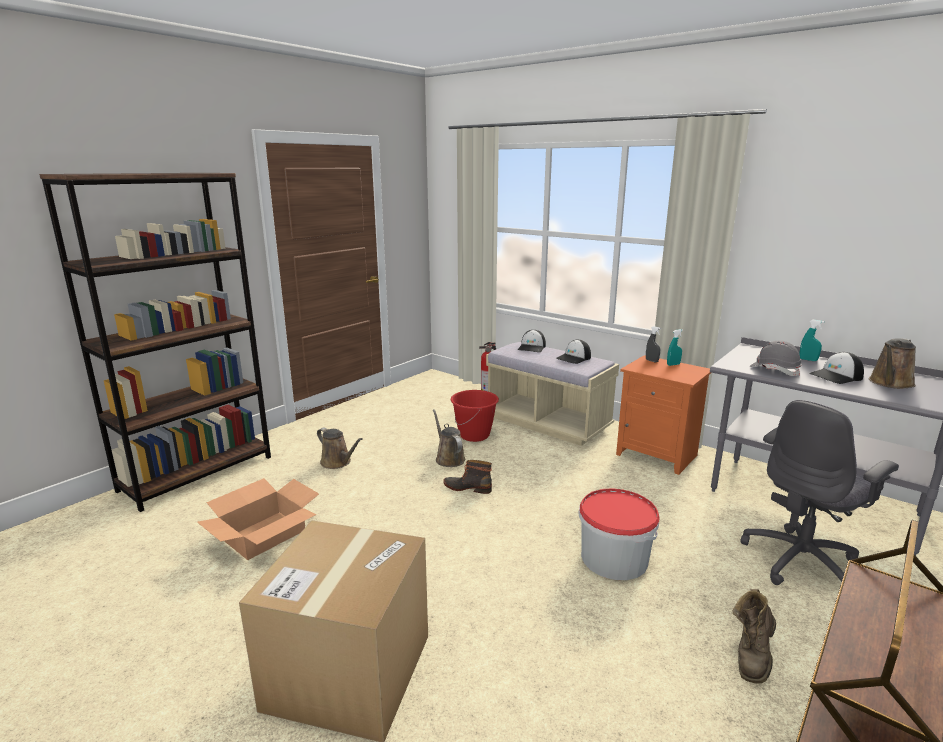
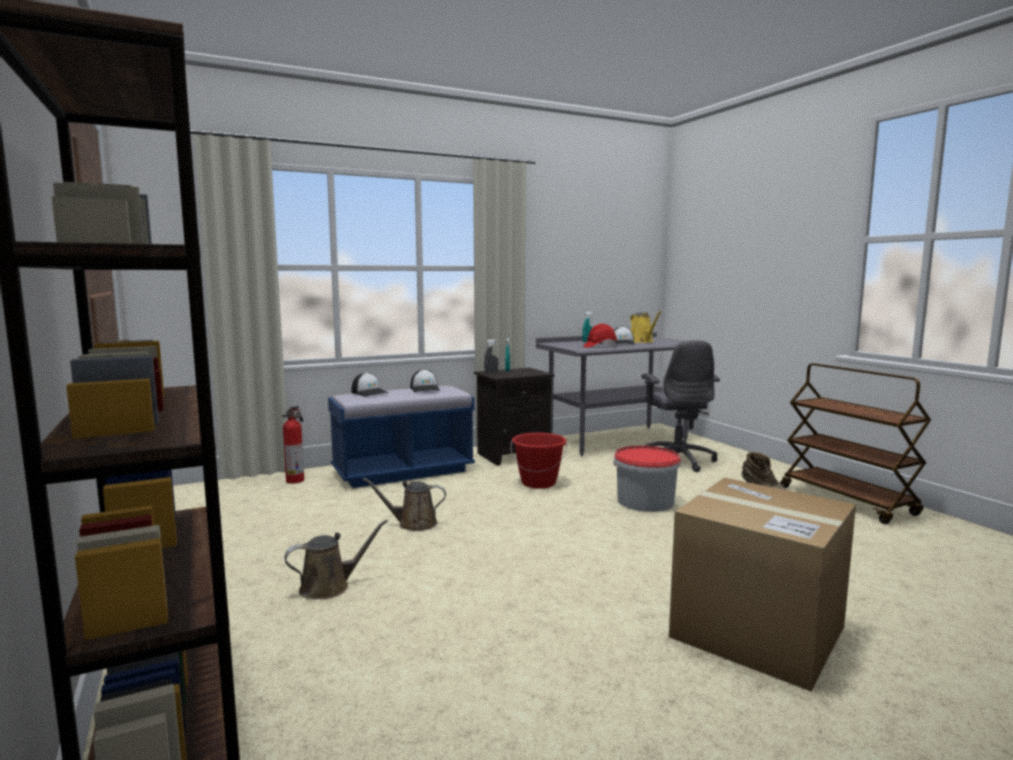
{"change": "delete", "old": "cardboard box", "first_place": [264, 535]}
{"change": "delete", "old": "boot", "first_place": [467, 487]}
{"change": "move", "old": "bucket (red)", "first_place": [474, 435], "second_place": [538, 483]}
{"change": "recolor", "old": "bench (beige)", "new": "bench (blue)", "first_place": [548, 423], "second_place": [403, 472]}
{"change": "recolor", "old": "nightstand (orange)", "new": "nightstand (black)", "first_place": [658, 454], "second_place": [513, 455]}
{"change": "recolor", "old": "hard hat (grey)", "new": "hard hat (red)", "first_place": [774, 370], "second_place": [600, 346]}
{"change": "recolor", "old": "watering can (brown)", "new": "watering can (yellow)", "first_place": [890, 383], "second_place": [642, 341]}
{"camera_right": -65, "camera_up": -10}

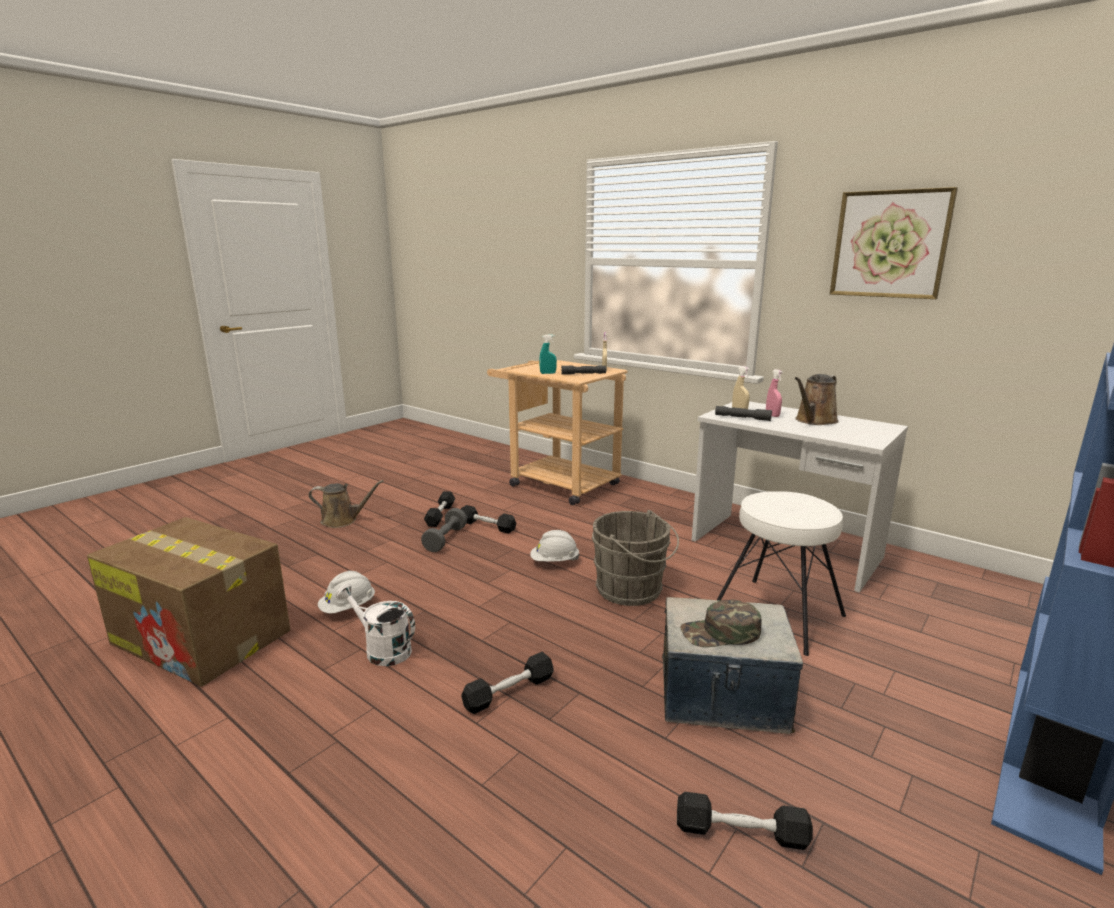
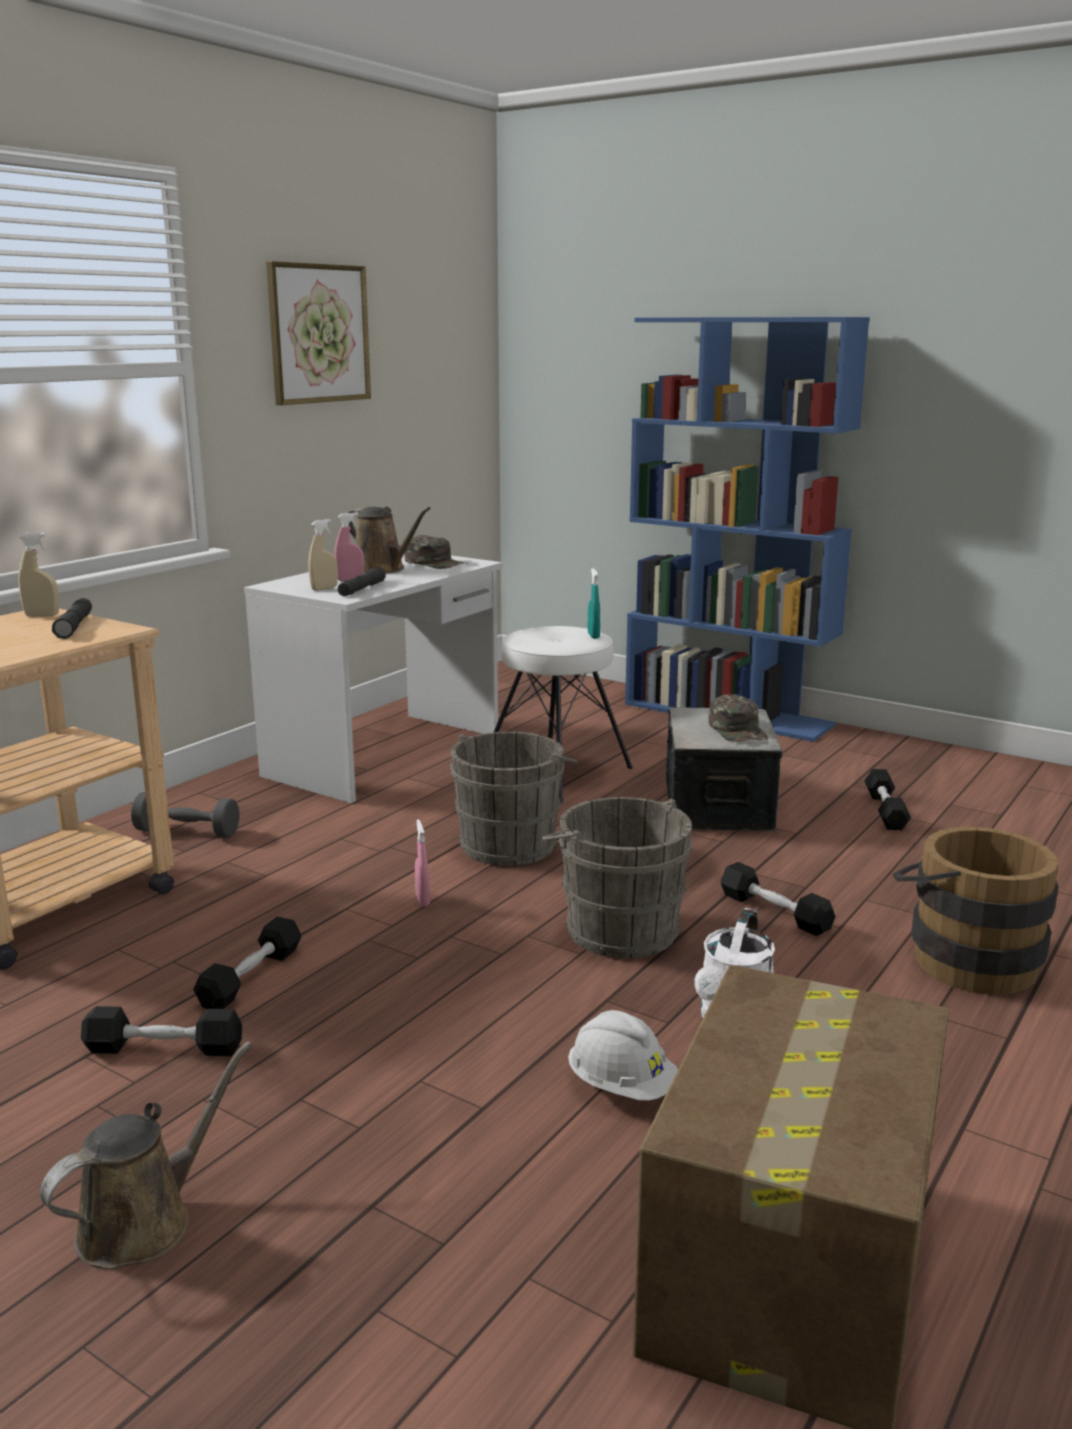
{"change": "rotate", "old": "watering can (brown)", "first_place": [342, 520], "second_place": [144, 1222], "degrees": 45}
{"change": "move", "old": "dumbbell (grey)", "first_place": [445, 539], "second_place": [187, 832]}
{"change": "replace", "old": "hard hat (white)", "new": "spray bottle (pink)", "first_place": [554, 562], "second_place": [422, 900]}
{"change": "move", "old": "spray bottle (turquoise)", "first_place": [548, 373], "second_place": [593, 636]}
{"change": "insert", "new": "cap (green)", "second_place": [436, 563]}
{"change": "insert", "new": "bucket (grey)", "second_place": [617, 928]}
{"change": "insert", "new": "bucket (brown)", "second_place": [964, 958]}
{"camera_right": -95, "camera_up": 0}

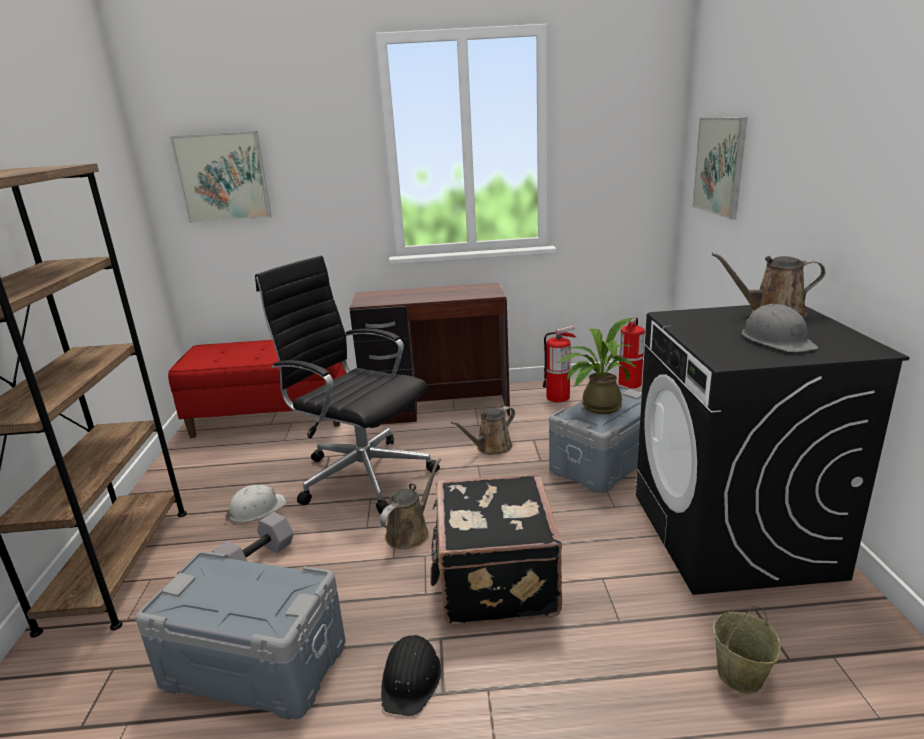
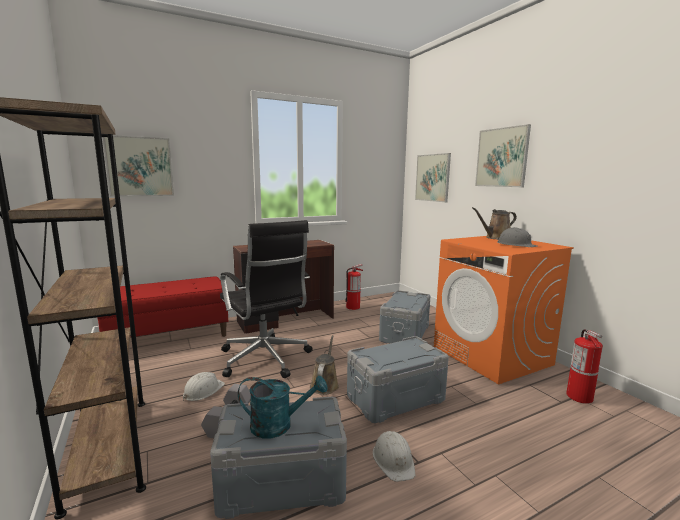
{"change": "rotate", "old": "office chair (black)", "first_place": [362, 474], "second_place": [265, 359], "degrees": -135}
{"change": "recolor", "old": "hard hat (black)", "new": "hard hat (white)", "first_place": [411, 679], "second_place": [394, 460]}
{"change": "replace", "old": "suitcase (black)", "new": "storage box (grey)", "first_place": [494, 580], "second_place": [396, 399]}
{"change": "delete", "old": "watering can (brown)", "first_place": [491, 448]}
{"change": "delete", "old": "potted plant", "first_place": [596, 407]}
{"change": "move", "old": "fire extinguisher", "first_place": [629, 384], "second_place": [579, 397]}
{"change": "recolor", "old": "washing machine (black)", "new": "washing machine (orange)", "first_place": [733, 534], "second_place": [492, 355]}
{"change": "delete", "old": "bucket (beige)", "first_place": [741, 676]}
{"change": "insert", "new": "watering can (turquoise)", "second_place": [279, 425]}
{"change": "insert", "new": "picture", "second_place": [501, 157]}
{"camera_right": -25, "camera_up": -10}

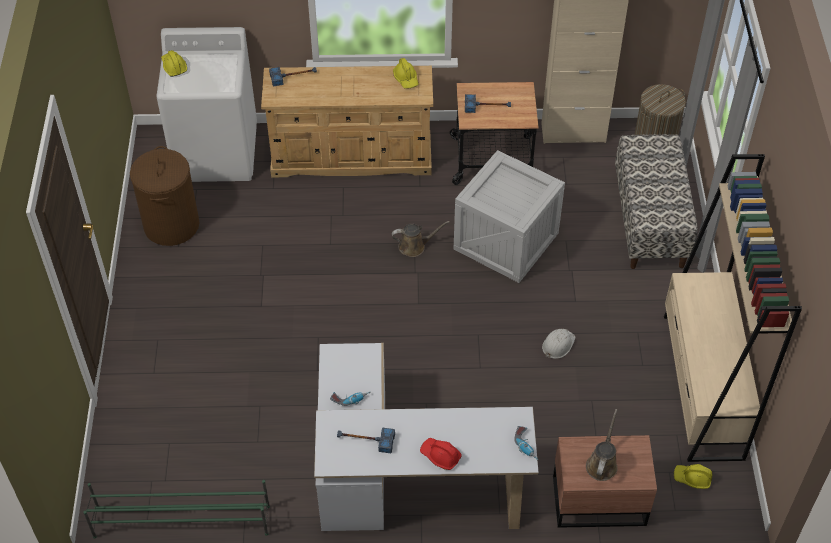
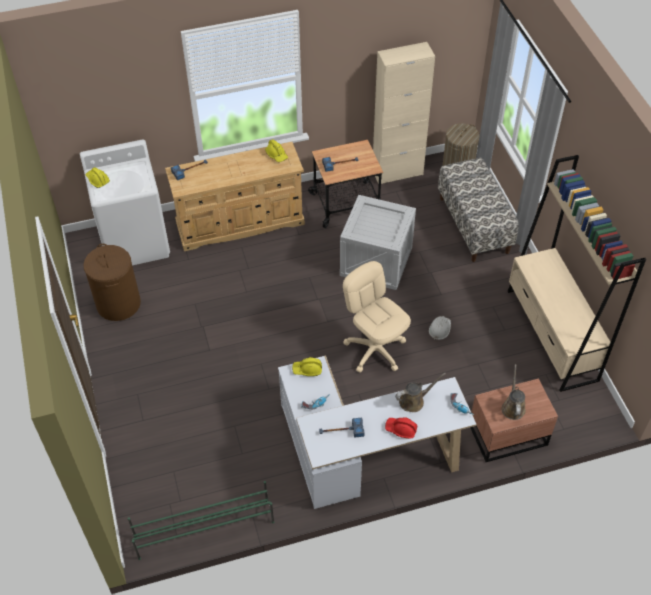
{"change": "move", "old": "watering can (brown)", "first_place": [414, 246], "second_place": [414, 401]}
{"change": "move", "old": "hard hat (yellow)", "first_place": [692, 478], "second_place": [307, 369]}
{"change": "insert", "new": "office chair (beige)", "second_place": [375, 349]}
{"camera_right": -15, "camera_up": 0}

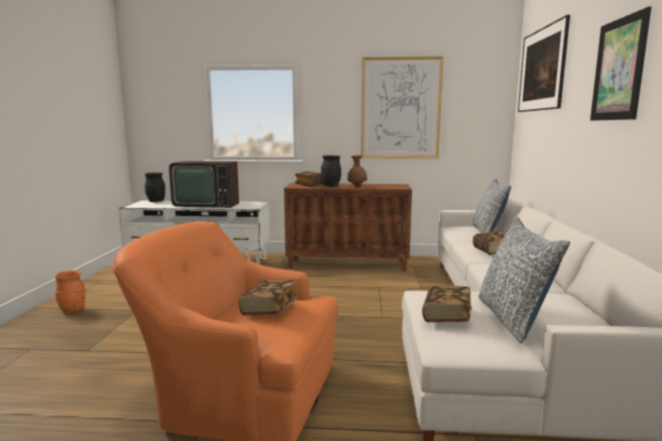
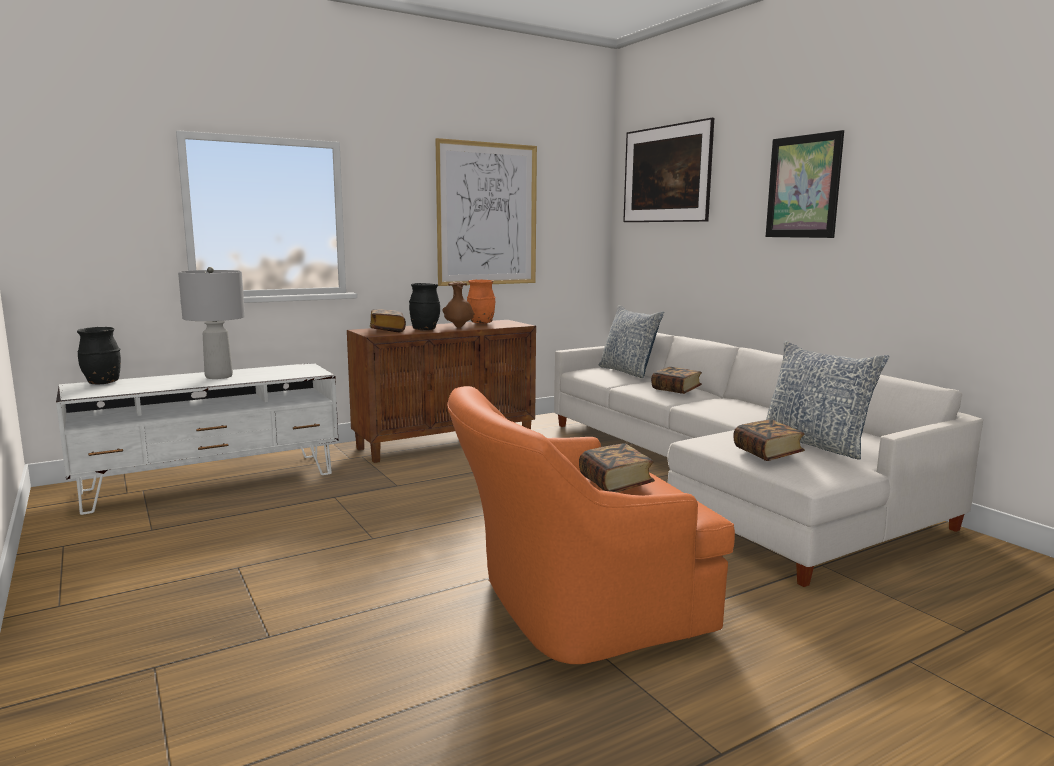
{"change": "move", "old": "vase (orange)", "first_place": [72, 311], "second_place": [481, 323]}
{"change": "replace", "old": "television", "new": "table lamp (grey)", "first_place": [207, 204], "second_place": [219, 376]}
{"camera_right": -35, "camera_up": 0}

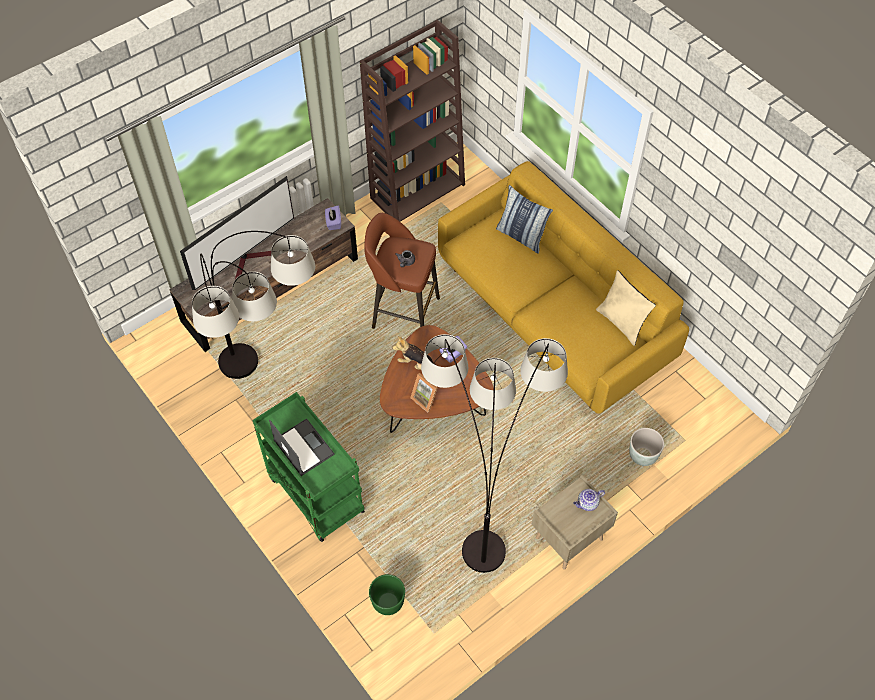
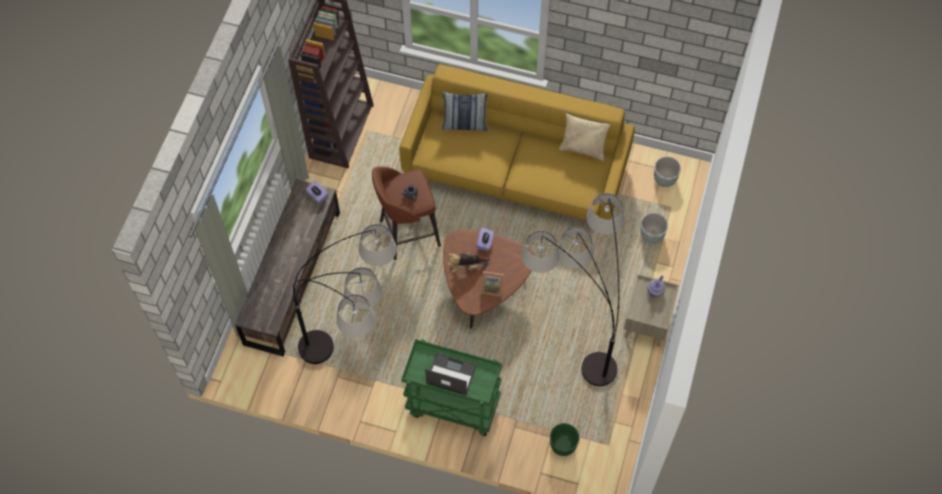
{"change": "delete", "old": "television", "first_place": [250, 260]}
{"change": "insert", "new": "planter (grey)", "second_place": [665, 179]}
{"camera_right": -35, "camera_up": 5}

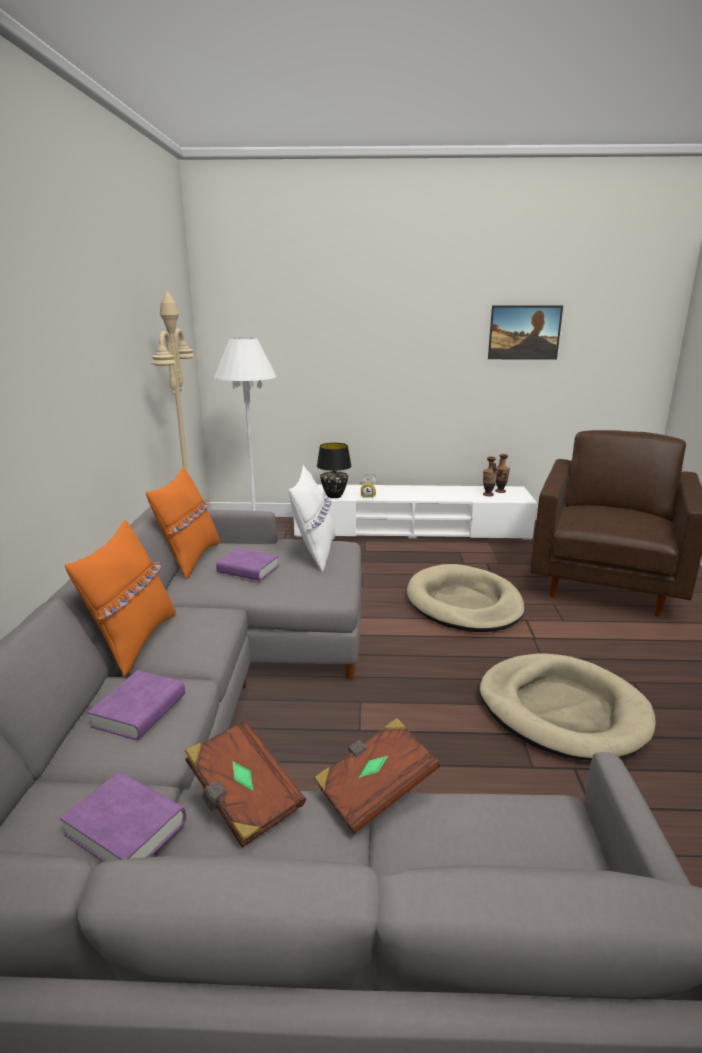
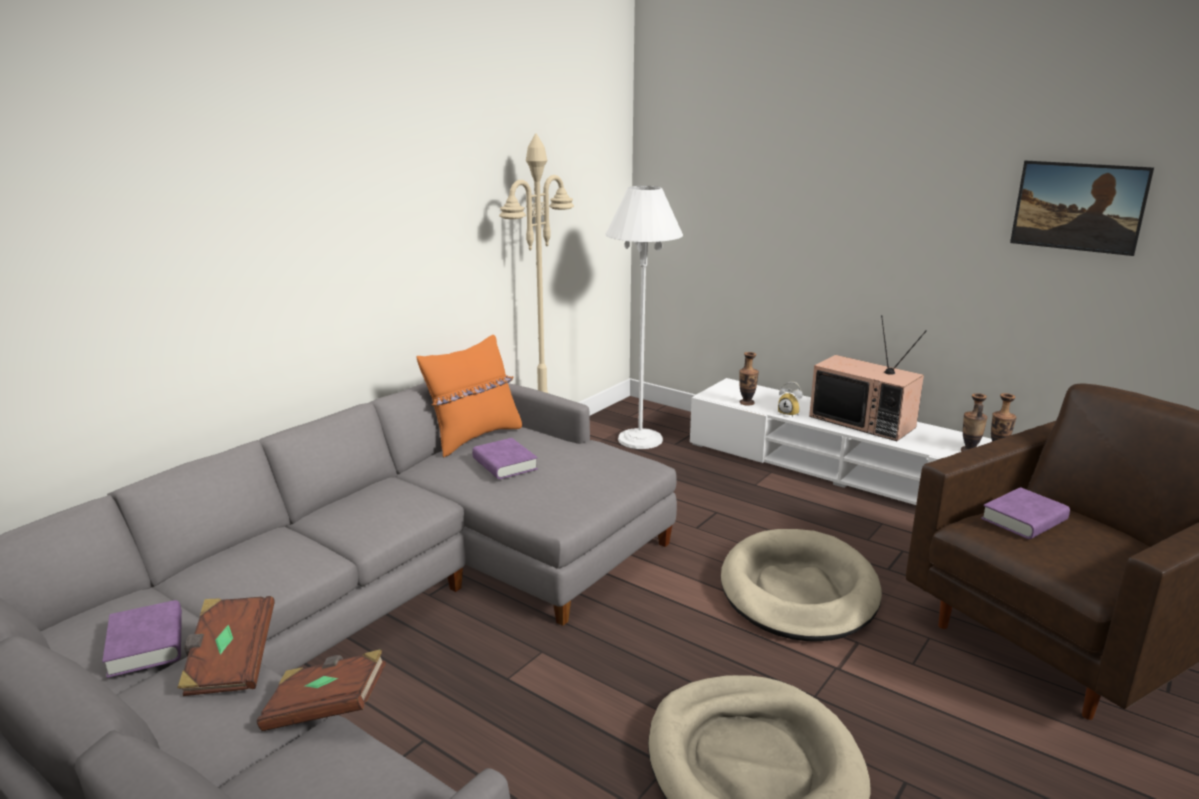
{"change": "delete", "old": "pillow (orange)", "first_place": [134, 641]}
{"change": "move", "old": "book (purple)", "first_place": [139, 711], "second_place": [1024, 520]}
{"change": "delete", "old": "pillow (white)", "first_place": [314, 554]}
{"change": "replace", "old": "table lamp (black)", "new": "vase", "first_place": [333, 496], "second_place": [747, 403]}
{"change": "insert", "new": "television", "second_place": [864, 422]}
{"camera_right": 35, "camera_up": 0}

